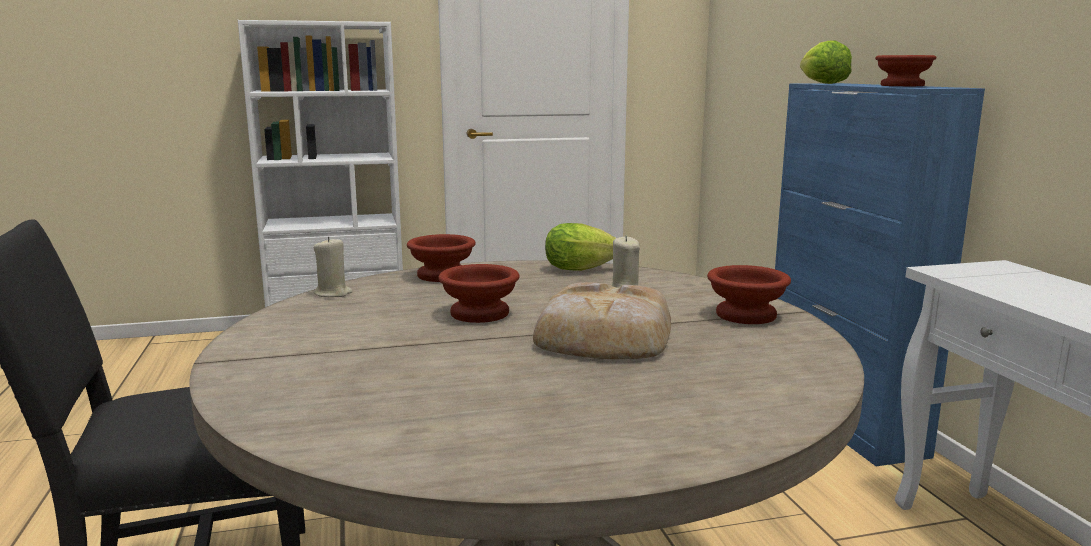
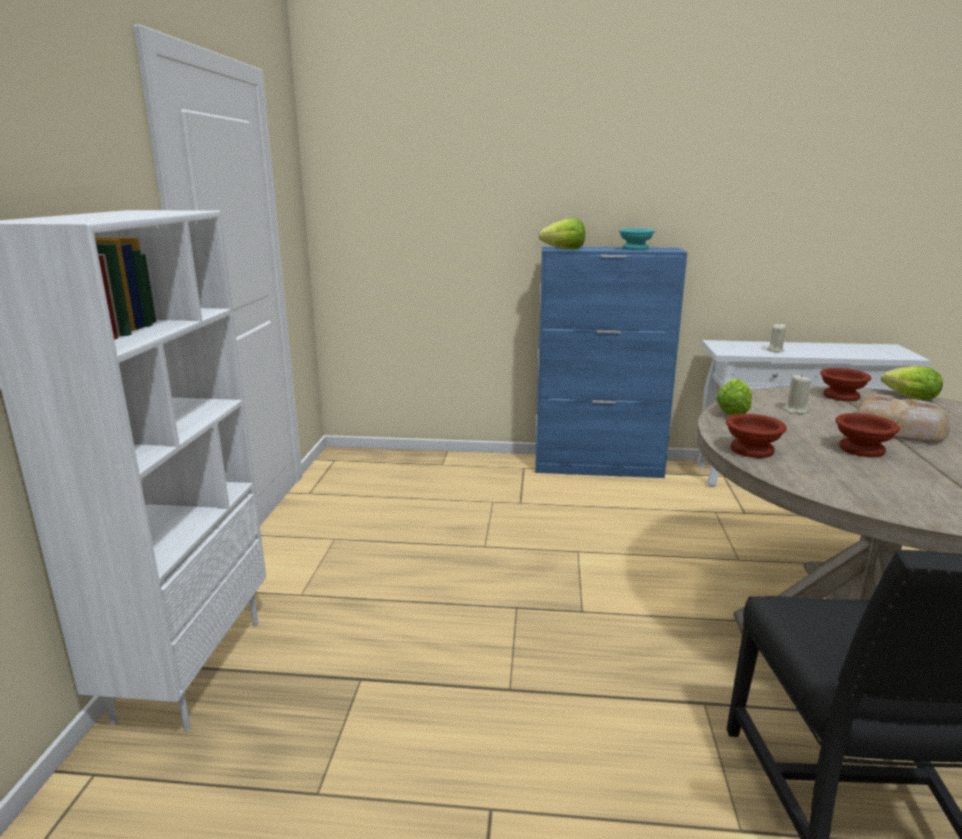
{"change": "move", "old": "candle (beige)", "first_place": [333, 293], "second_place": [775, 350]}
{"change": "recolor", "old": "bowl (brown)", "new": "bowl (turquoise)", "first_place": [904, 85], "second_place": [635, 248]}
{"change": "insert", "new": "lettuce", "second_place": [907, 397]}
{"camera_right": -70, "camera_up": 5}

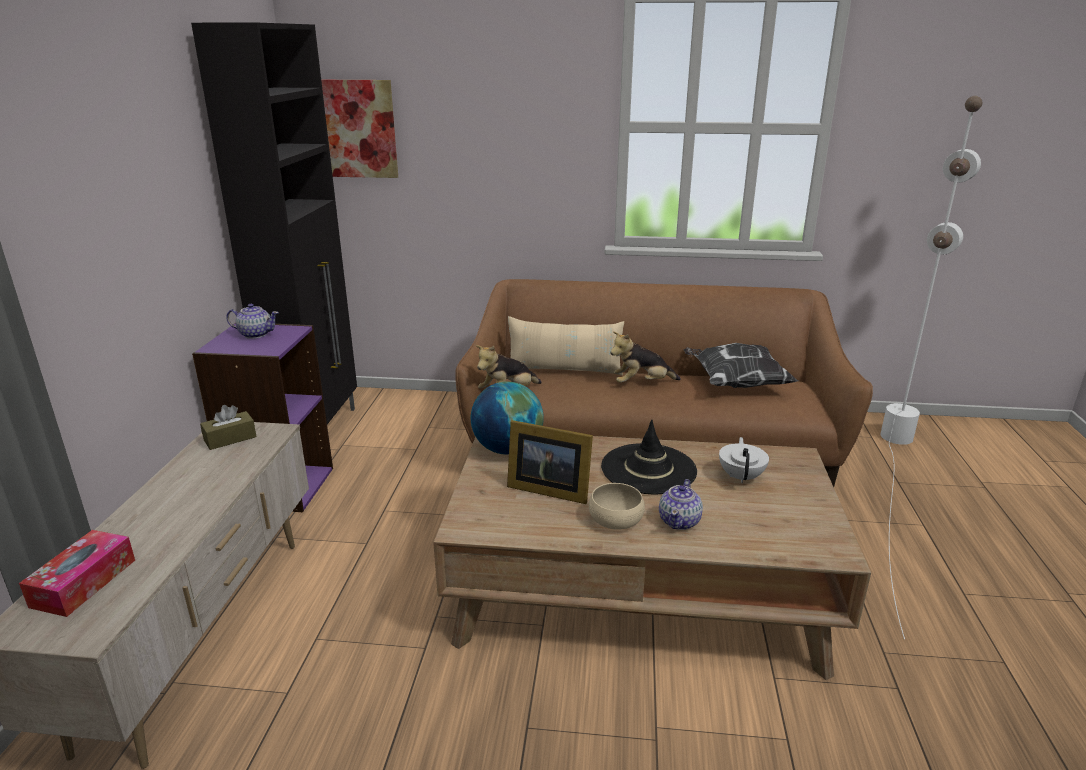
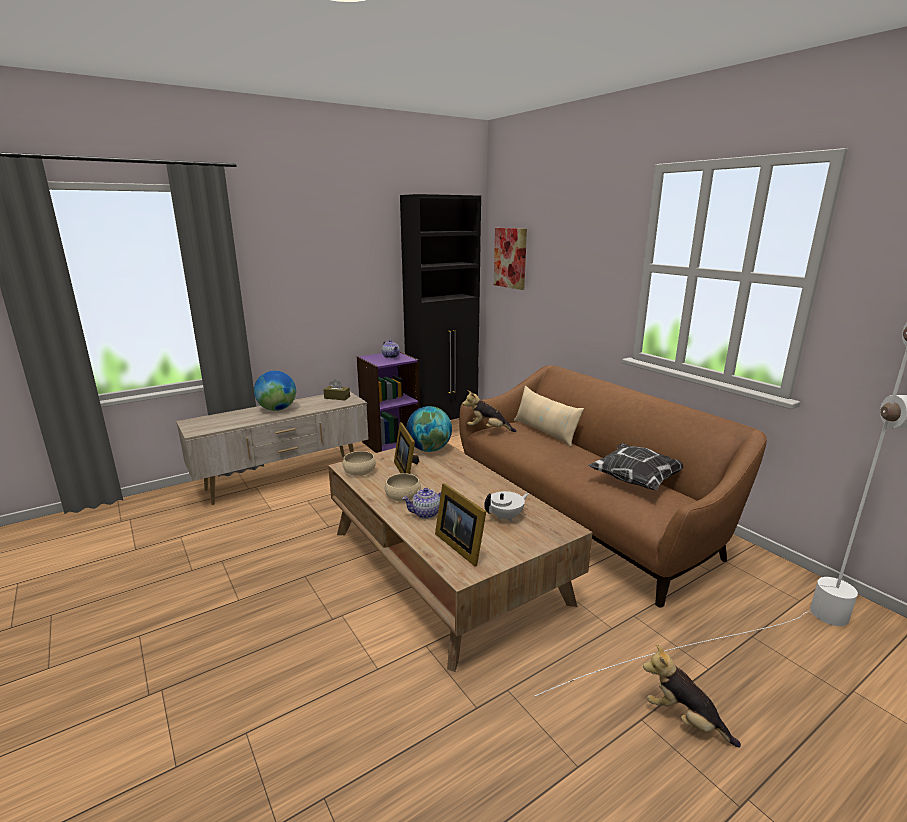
{"change": "delete", "old": "tissue box", "first_place": [84, 583]}
{"change": "delete", "old": "hat (black)", "first_place": [648, 469]}
{"change": "move", "old": "plush toy", "first_place": [641, 384], "second_place": [684, 719]}
{"change": "insert", "new": "globe", "second_place": [277, 409]}
{"change": "insert", "new": "bowl (beige)", "second_place": [359, 472]}
{"change": "insert", "new": "picture frame", "second_place": [460, 545]}
{"camera_right": 50, "camera_up": -5}

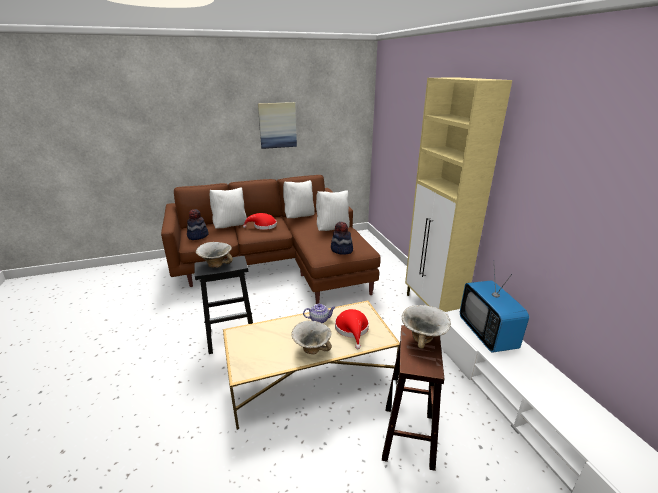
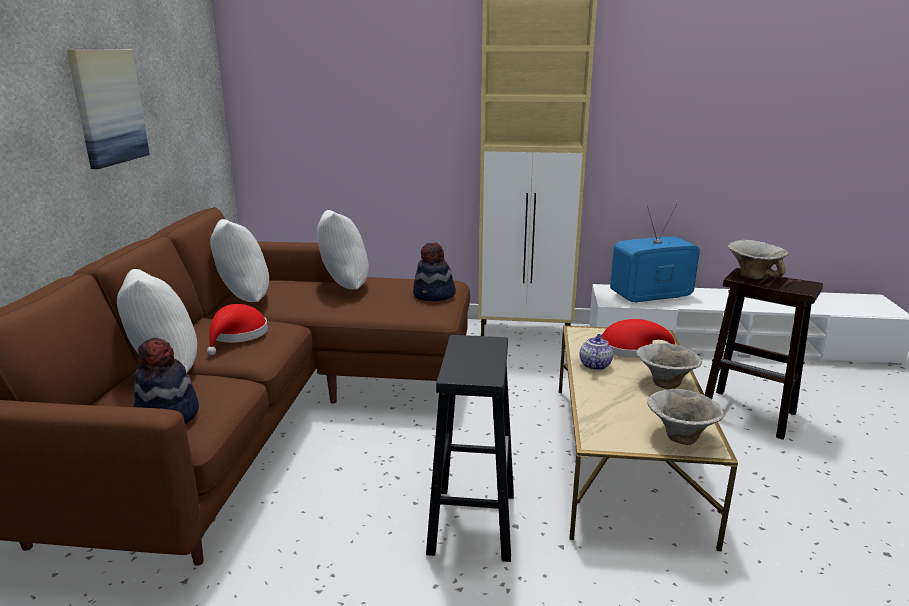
{"change": "move", "old": "bowl", "first_place": [216, 264], "second_place": [679, 437]}
{"change": "rotate", "old": "television", "first_place": [487, 334], "second_place": [651, 296], "degrees": 150}
{"camera_right": -65, "camera_up": -5}

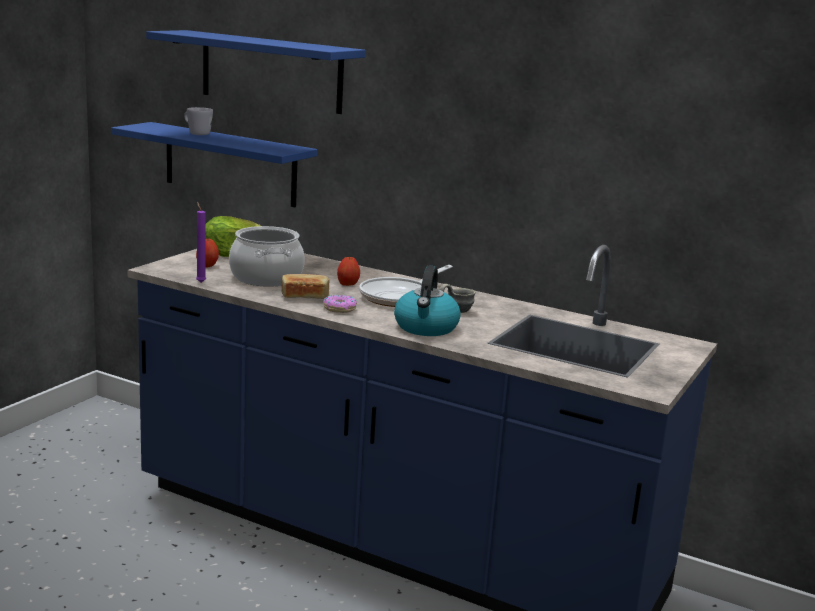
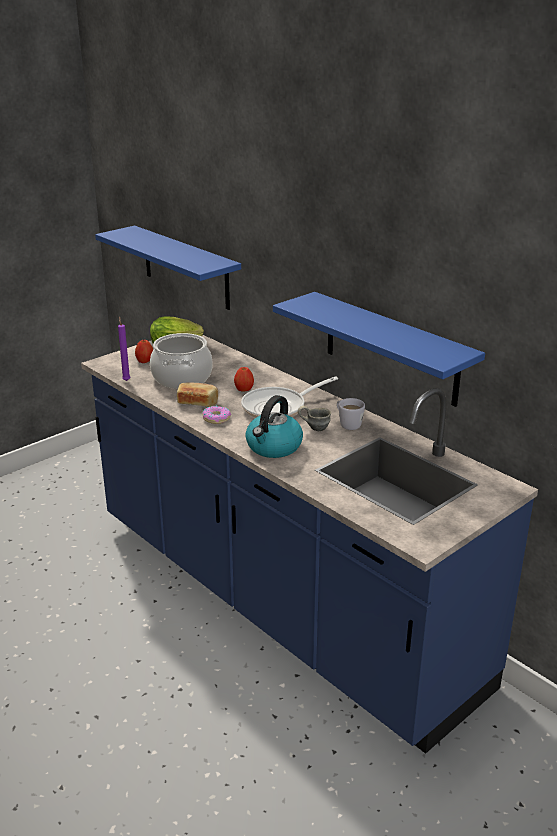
{"change": "move", "old": "shelf (blue)", "first_place": [271, 71], "second_place": [390, 349]}
{"change": "move", "old": "mug (white)", "first_place": [196, 133], "second_place": [347, 424]}
{"camera_right": 20, "camera_up": 10}

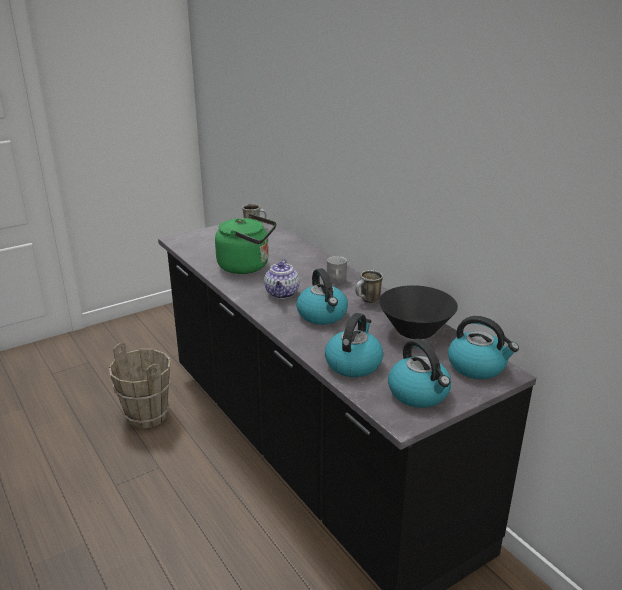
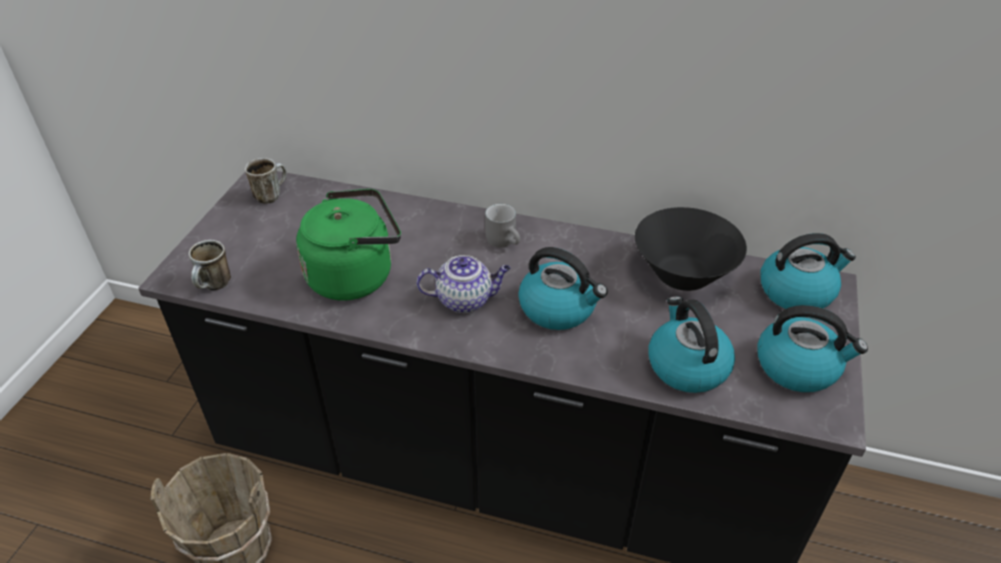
{"change": "rotate", "old": "teapot", "first_place": [282, 294], "second_place": [465, 299], "degrees": -60}
{"change": "move", "old": "mug", "first_place": [368, 301], "second_place": [215, 286]}
{"camera_right": -40, "camera_up": 15}

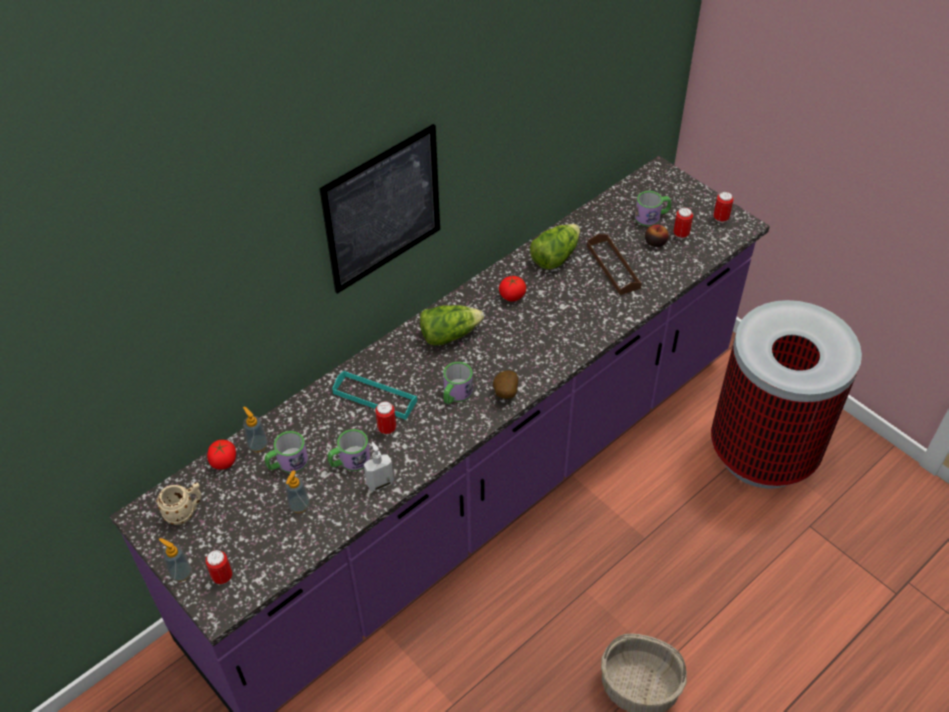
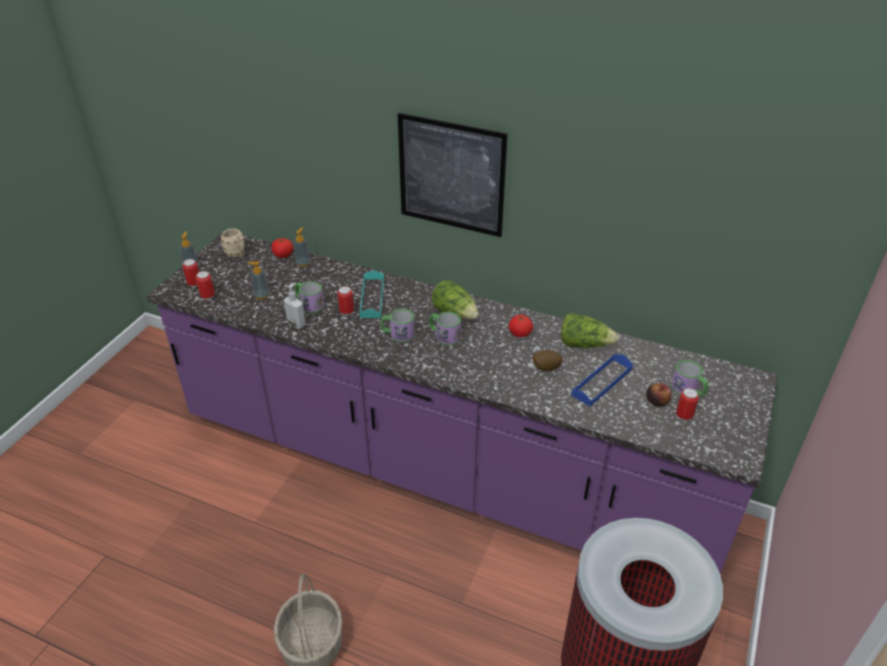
{"change": "move", "old": "mug", "first_place": [287, 463], "second_place": [444, 336]}
{"change": "move", "old": "potato", "first_place": [505, 393], "second_place": [545, 368]}
{"change": "recolor", "old": "tray (brown)", "new": "tray (blue)", "first_place": [613, 267], "second_place": [602, 382]}
{"change": "move", "old": "can", "first_place": [720, 218], "second_place": [207, 296]}
{"camera_right": 65, "camera_up": -10}

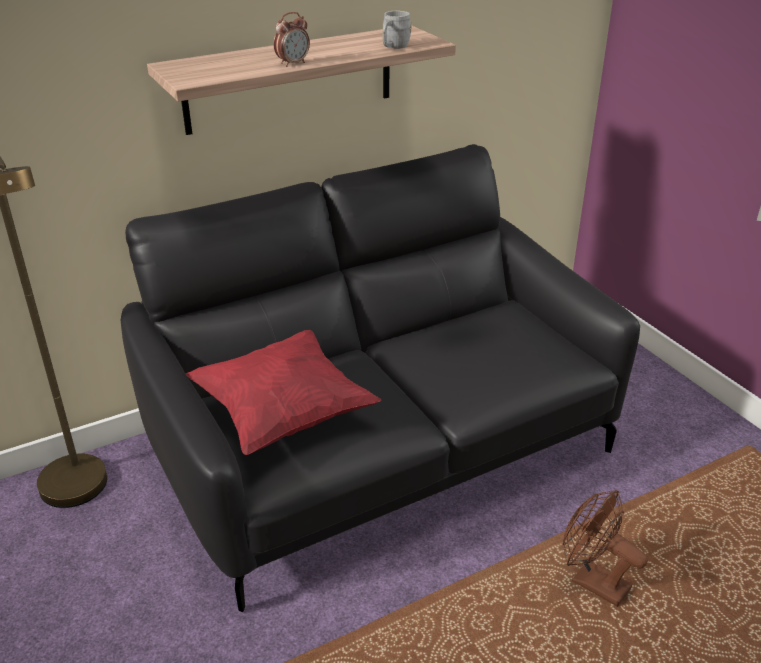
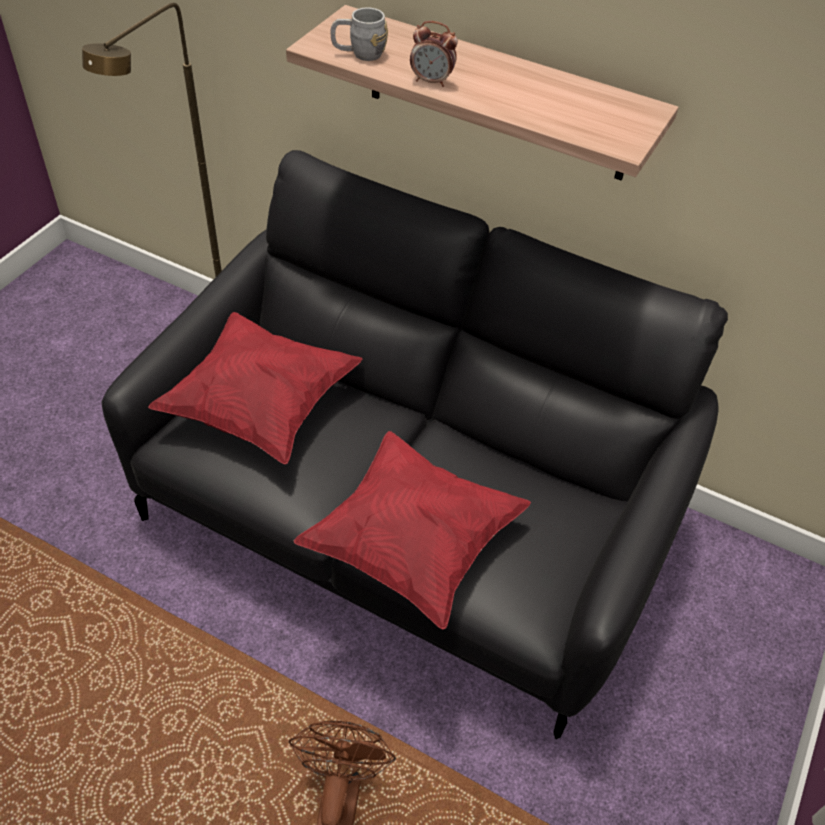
{"change": "move", "old": "mug (grey)", "first_place": [393, 47], "second_place": [359, 54]}
{"change": "insert", "new": "pillow (red)", "second_place": [412, 544]}
{"camera_right": 55, "camera_up": 15}

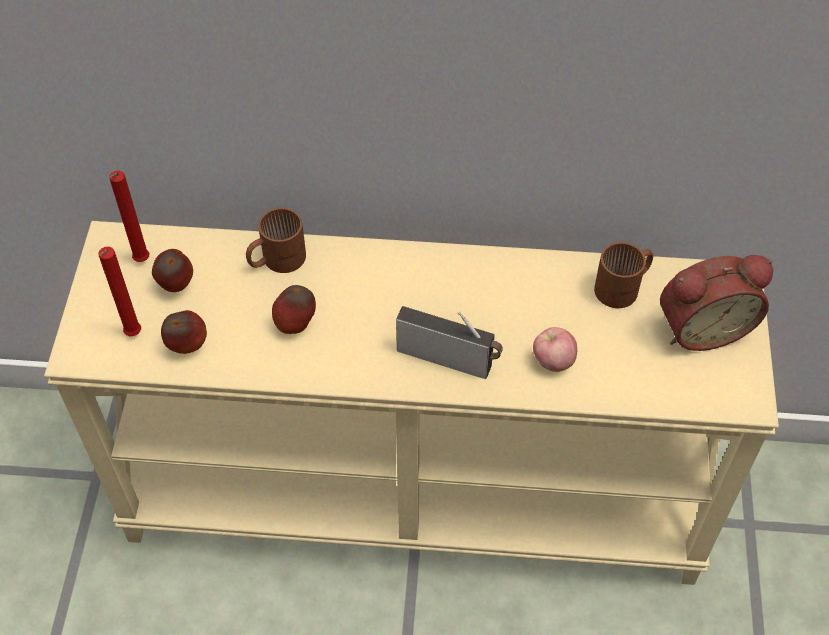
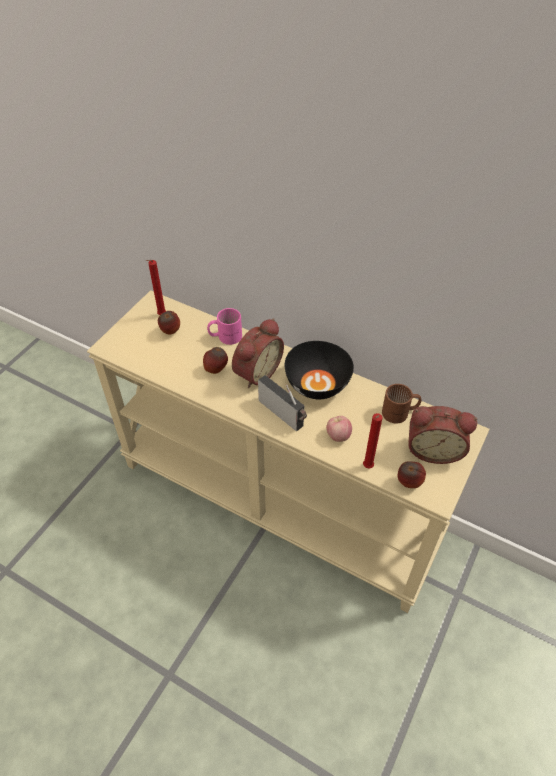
{"change": "move", "old": "candle (red)", "first_place": [133, 336], "second_place": [367, 467]}
{"change": "move", "old": "apple", "first_place": [187, 346], "second_place": [408, 483]}
{"change": "recolor", "old": "mug (brown)", "new": "mug (pink)", "first_place": [276, 258], "second_place": [225, 336]}
{"change": "insert", "new": "alarm clock", "second_place": [256, 372]}
{"change": "insert", "new": "bowl (black)", "second_place": [316, 384]}
{"camera_right": 25, "camera_up": -5}

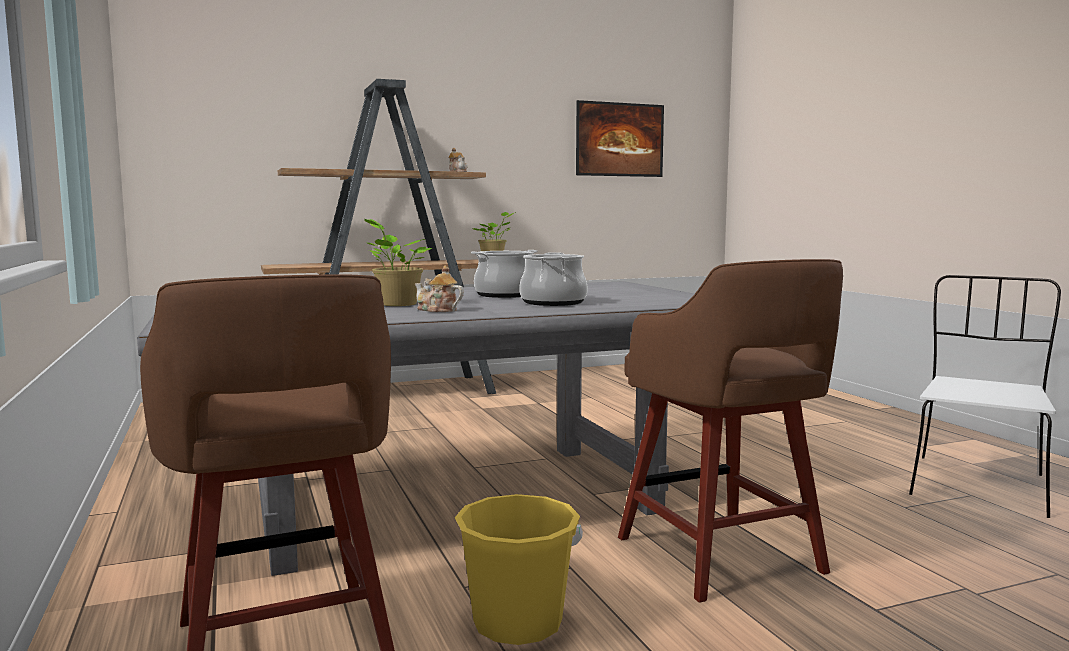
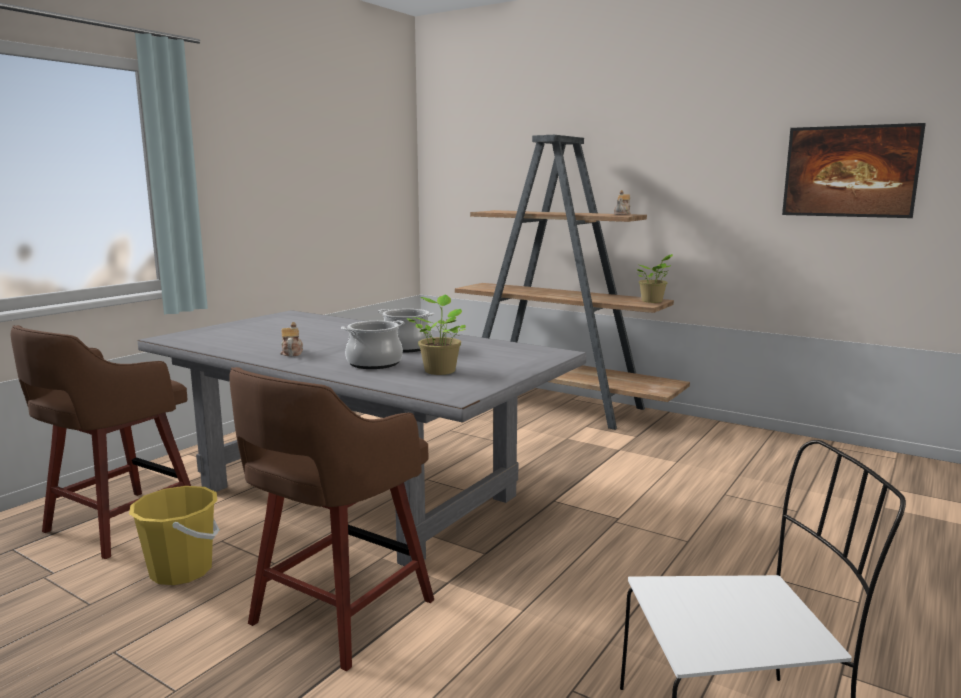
{"change": "move", "old": "potted plant", "first_place": [396, 304], "second_place": [440, 370]}
{"camera_right": 55, "camera_up": 5}

